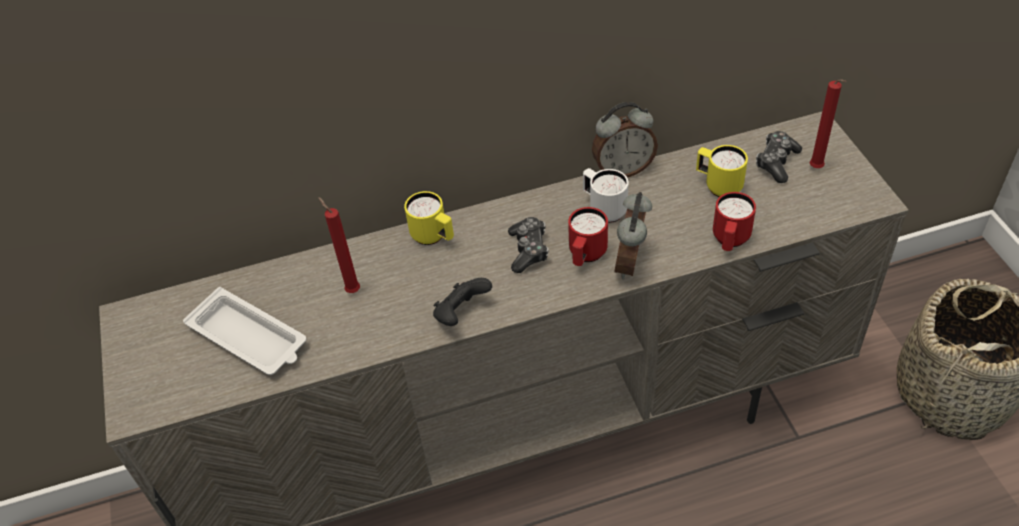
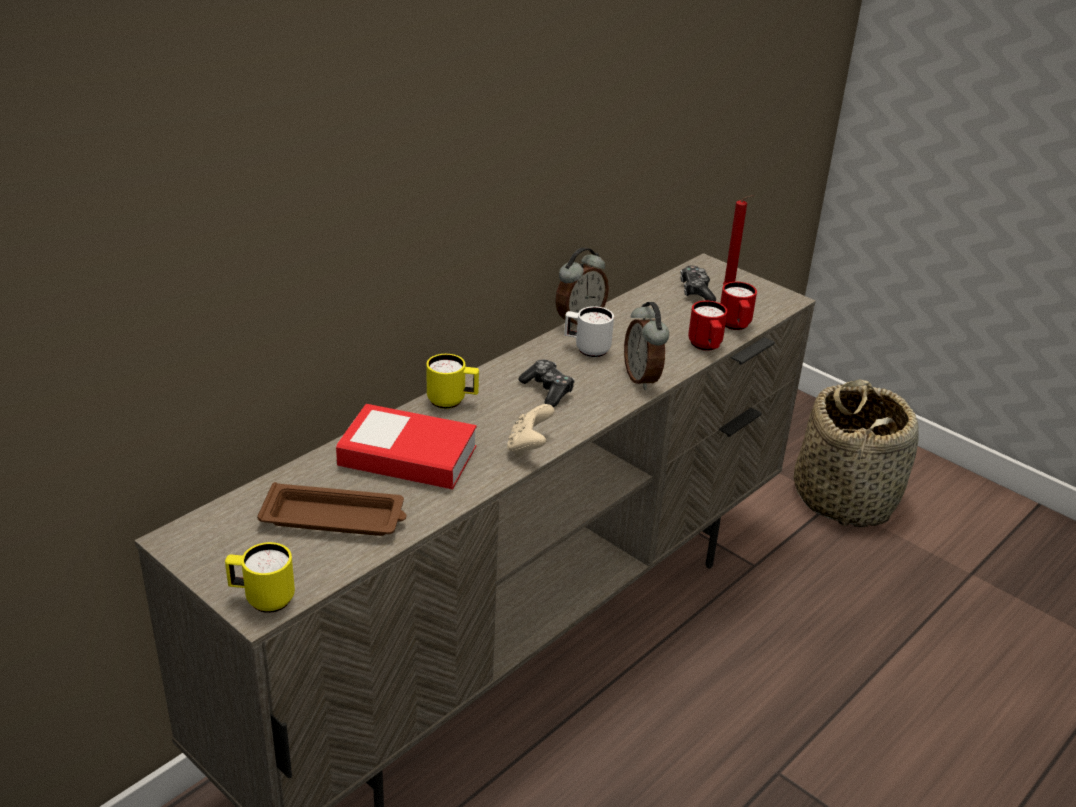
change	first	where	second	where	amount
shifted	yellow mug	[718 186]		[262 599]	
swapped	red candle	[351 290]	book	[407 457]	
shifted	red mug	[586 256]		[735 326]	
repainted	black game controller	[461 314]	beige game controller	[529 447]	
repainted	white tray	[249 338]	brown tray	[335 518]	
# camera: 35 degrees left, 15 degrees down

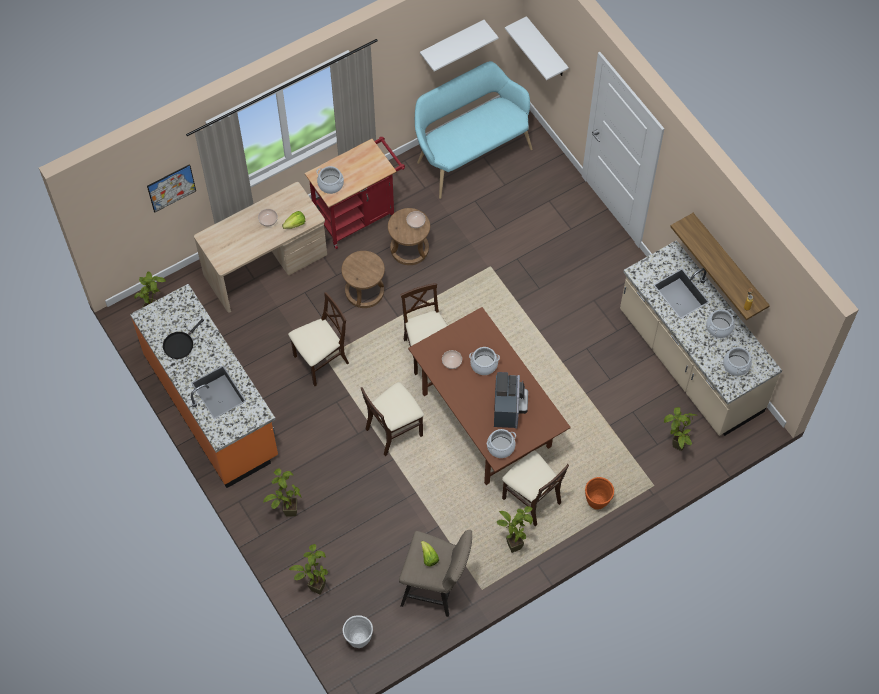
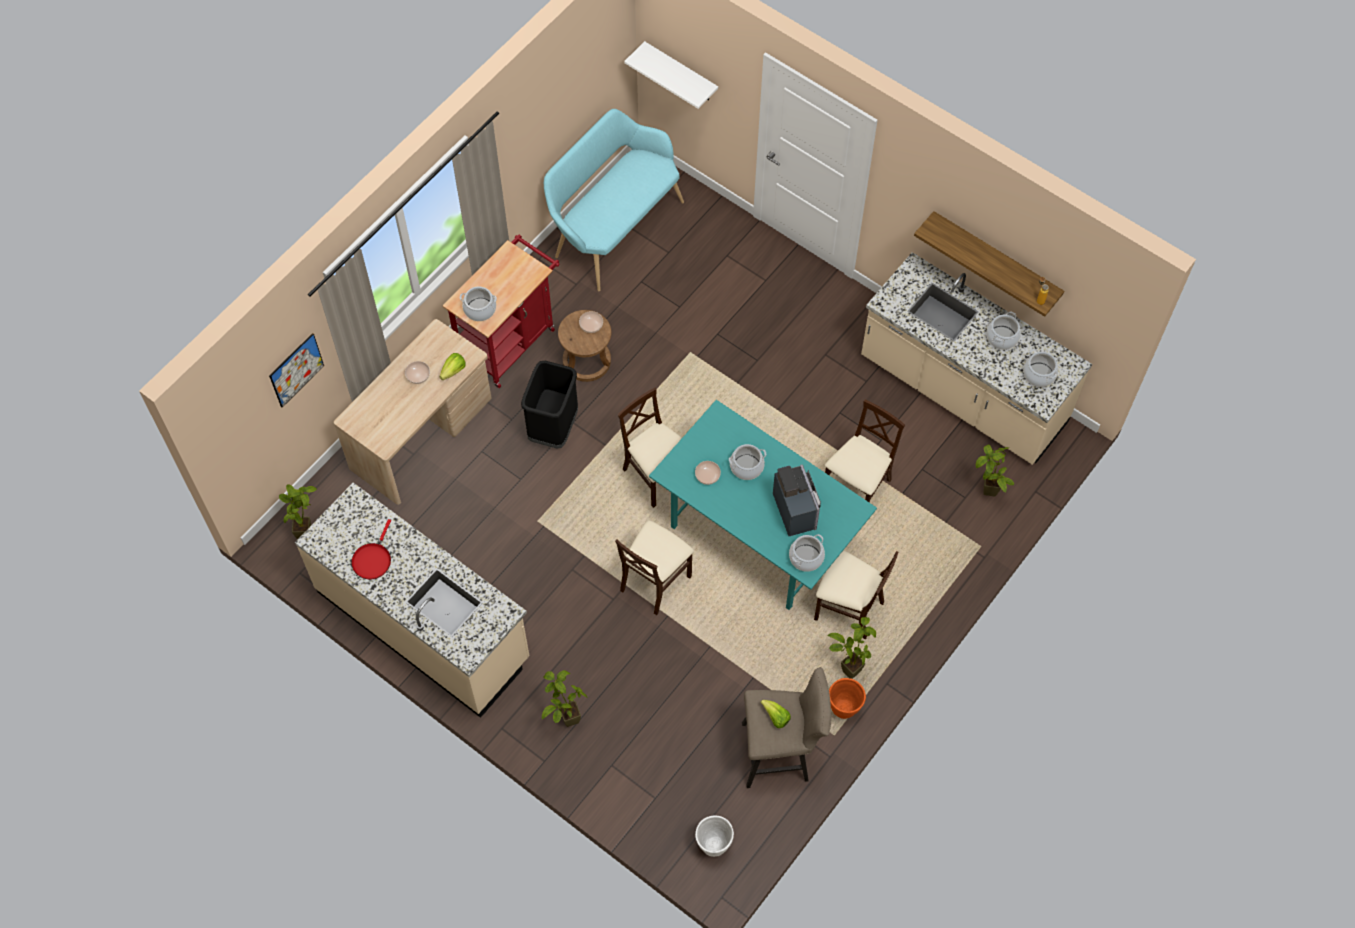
change	first	where	second	where	amount
gone	white shelf	[452 42]			
swapped	brown stool	[364 291]	black trash can	[553 427]	
repainted	orange counter	[212 407]	beige counter	[424 624]	
shifted	beige chair	[321 361]		[857 488]	
repainted	brown dining table	[487 420]	turquoise dining table	[760 533]	
repainted	black frying pan	[180 344]	red frying pan	[372 560]	
shifted	orange planter	[597 502]		[844 709]	
gone	potted plant	[314 585]			
# camera: 20 degrees left, 0 degrees up

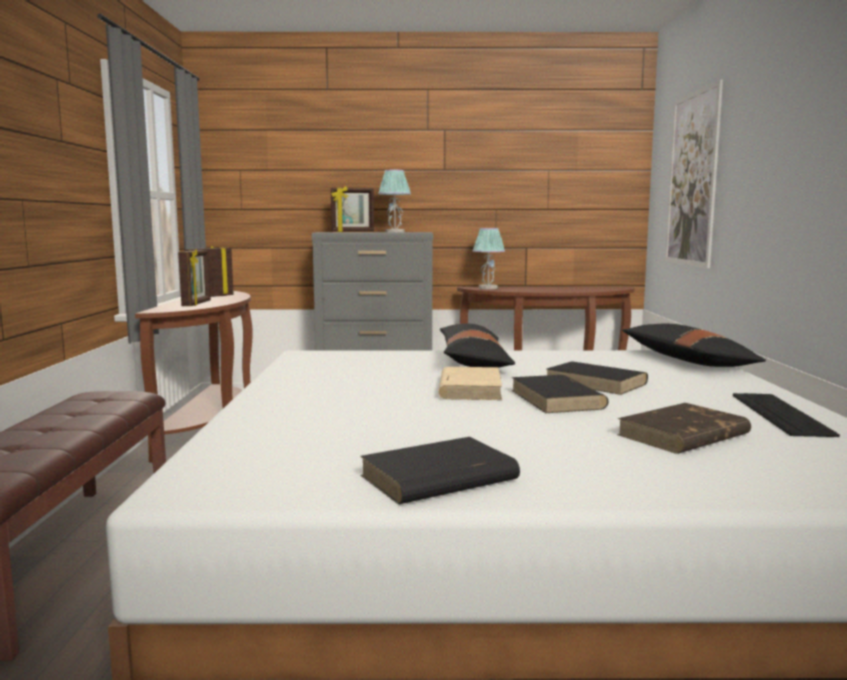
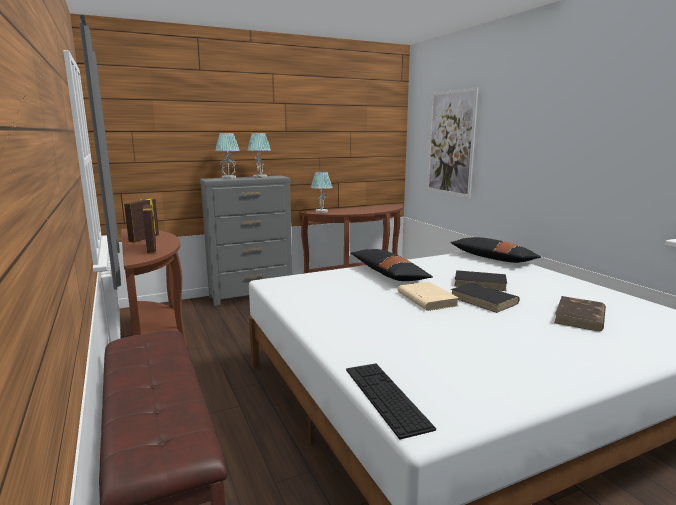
change	first	where	second	where	amount
swapped	picture frame	[352 232]	table lamp	[229 178]	
shifted	keyboard	[780 414]		[386 397]	
gone	black book	[437 478]			
# camera: 25 degrees left, 5 degrees up

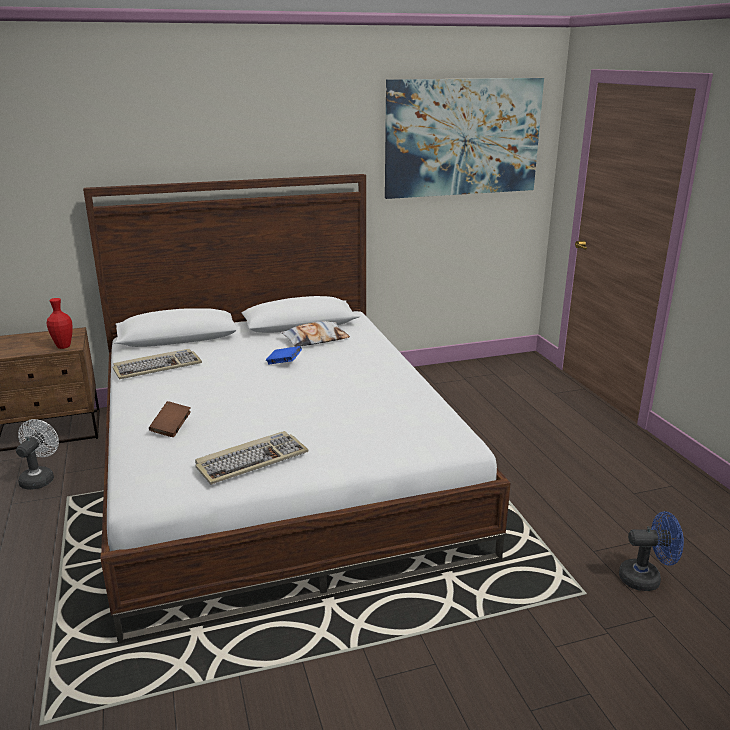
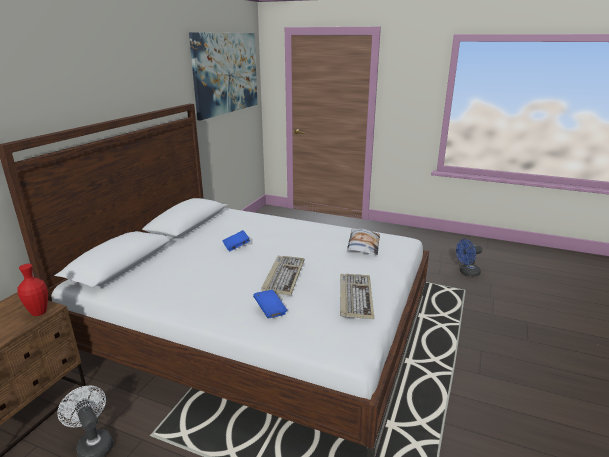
change	first	where	second	where	amount
shifted	pillow	[315 339]		[363 245]	
shifted	keyboard	[157 367]		[283 276]	
repainted	brown book	[171 428]	blue book	[270 311]	
rotated	blue fan	[646 578]		[467 273]	150 degrees counterclockwise
# camera: 50 degrees left, 0 degrees up

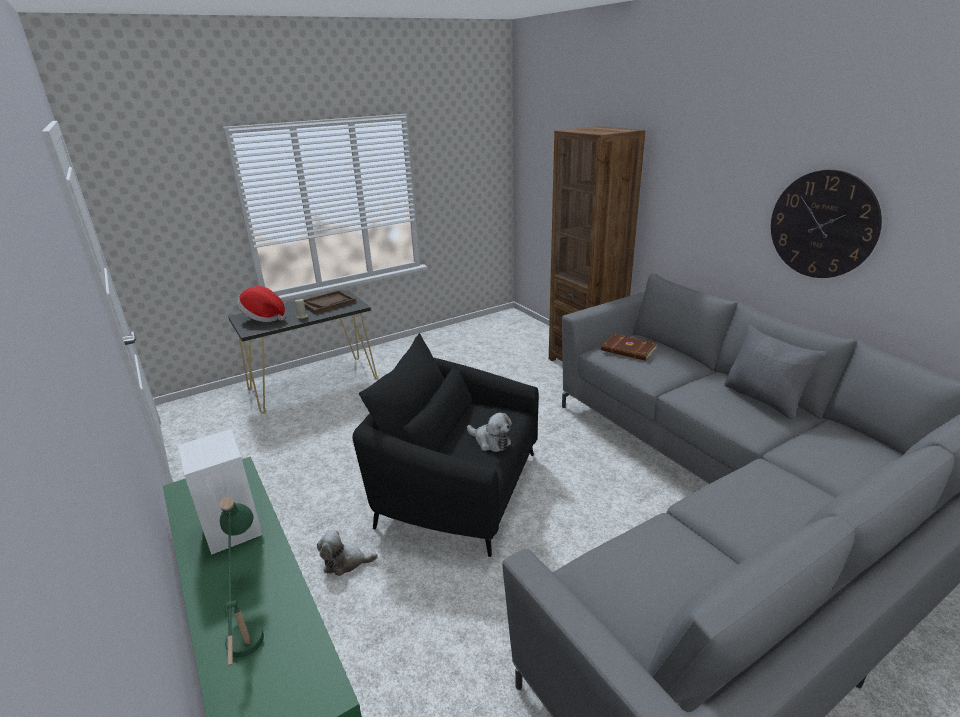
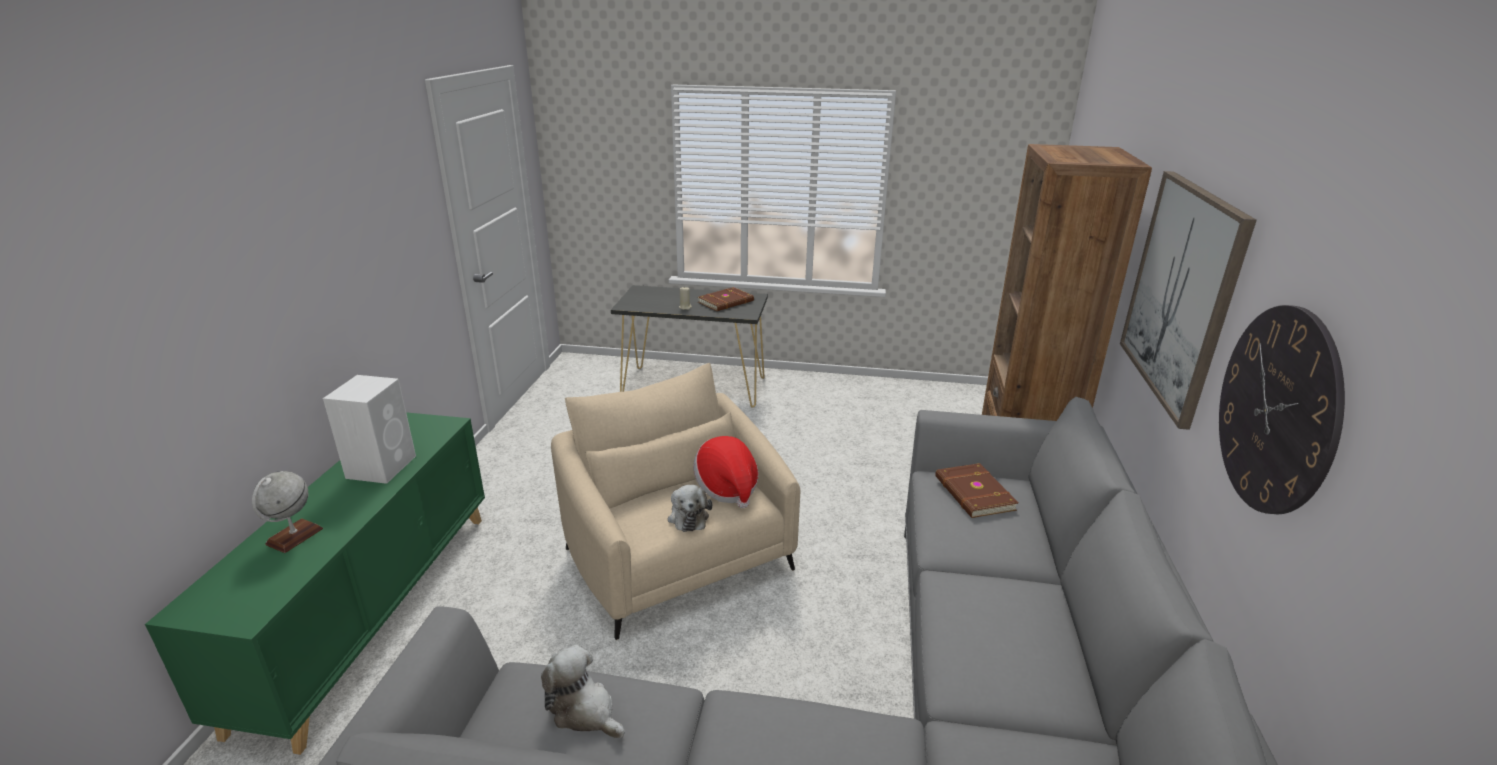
change	first	where	second	where	amount
shifted	hat	[264 317]		[727 488]	
swapped	brown tray	[328 303]	brown book	[726 302]	
gone	grey pillow	[764 399]			
repainted	black armchair	[457 487]	beige armchair	[678 557]	
swapped	green table lamp	[247 619]	globe	[294 536]	
shifted	plush toy	[345 562]		[584 711]	
new			picture	[1181 293]	
# camera: 40 degrees right, 0 degrees up

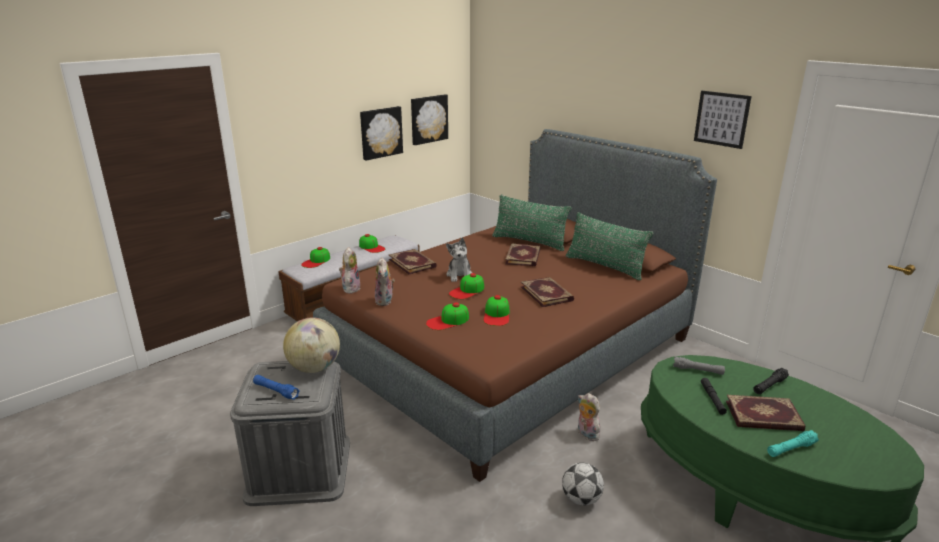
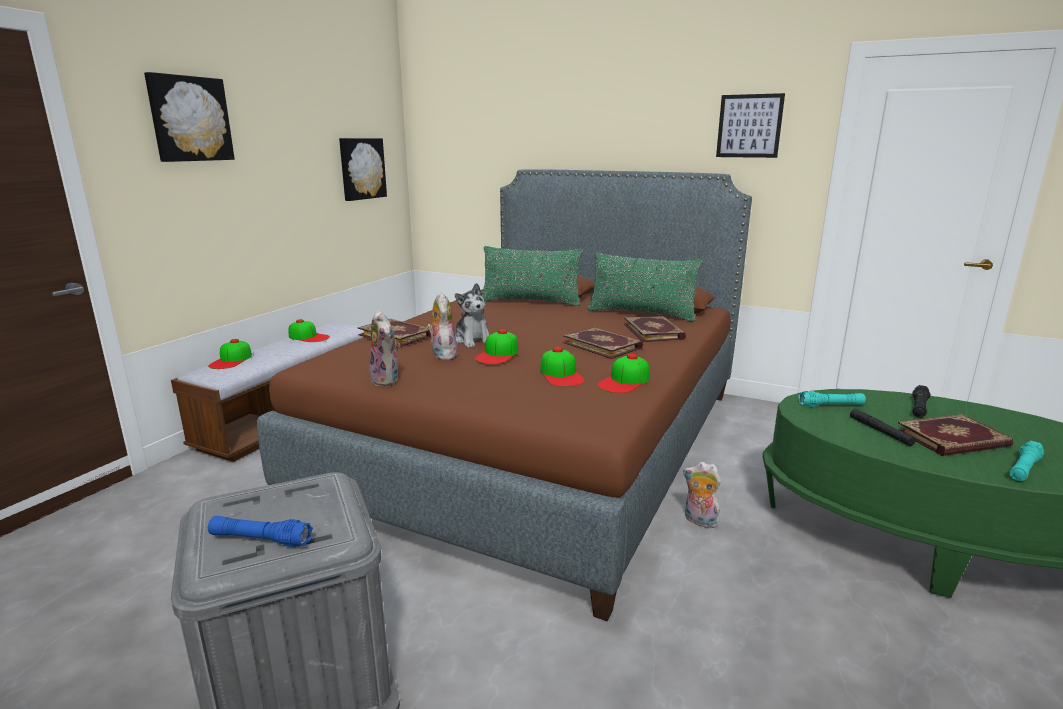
change	first	where	second	where	amount
shifted	picture	[380 132]		[189 119]	
shifted	book	[523 257]		[654 331]	
shifted	plush toy	[350 288]		[442 354]	
shifted	cap	[448 321]		[624 381]	
gone	globe	[314 368]			
repainted	grey flashlight	[698 370]	turquoise flashlight	[831 405]	
gone	football	[581 499]			
# camera: 20 degrees left, 5 degrees down

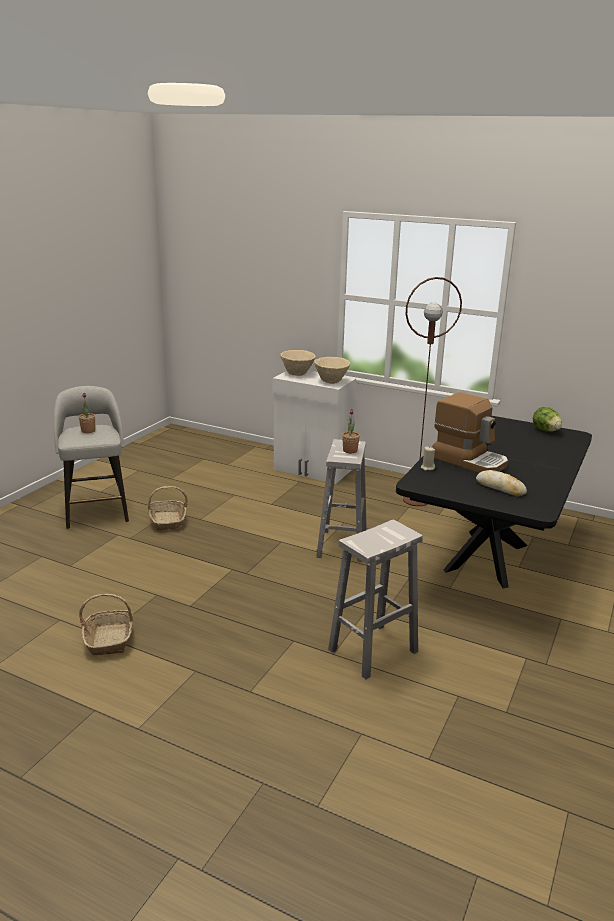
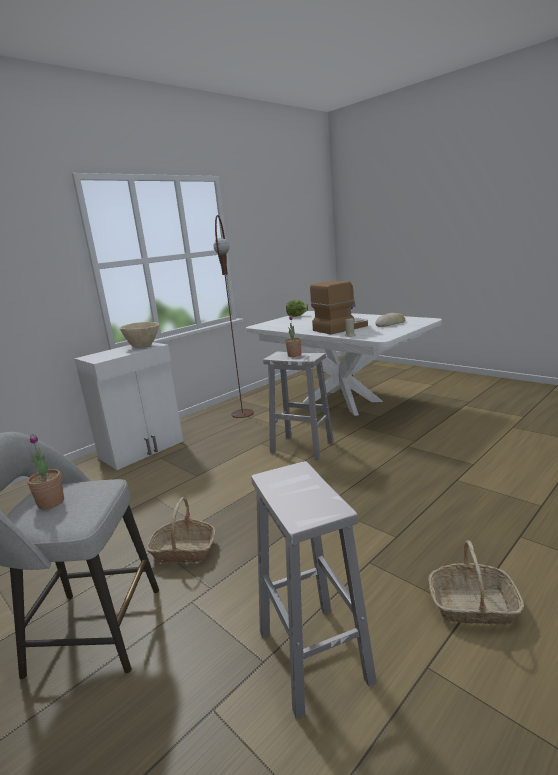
change	first	where	second	where	amount
gone	beige bowl	[297 374]			
repainted	black dining table	[488 557]	white dining table	[341 401]	
shifted	white stool	[372 651]		[315 657]	
# camera: 70 degrees left, 5 degrees down

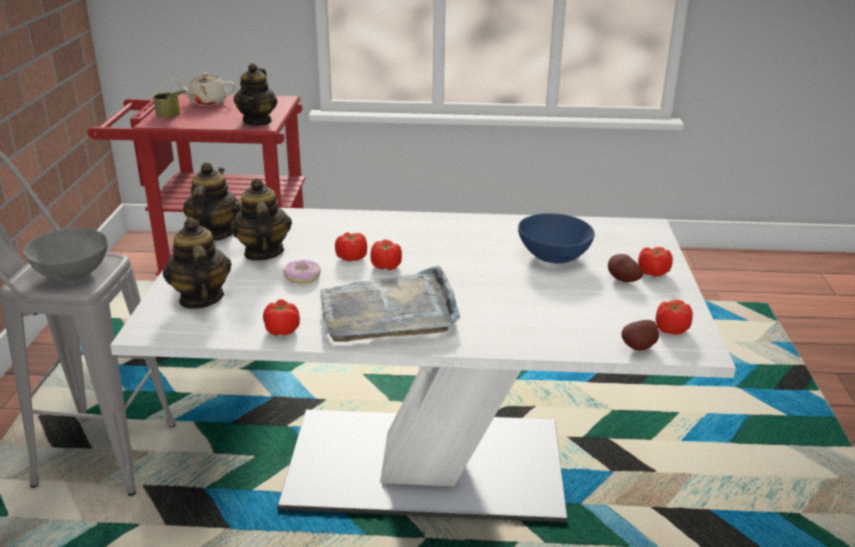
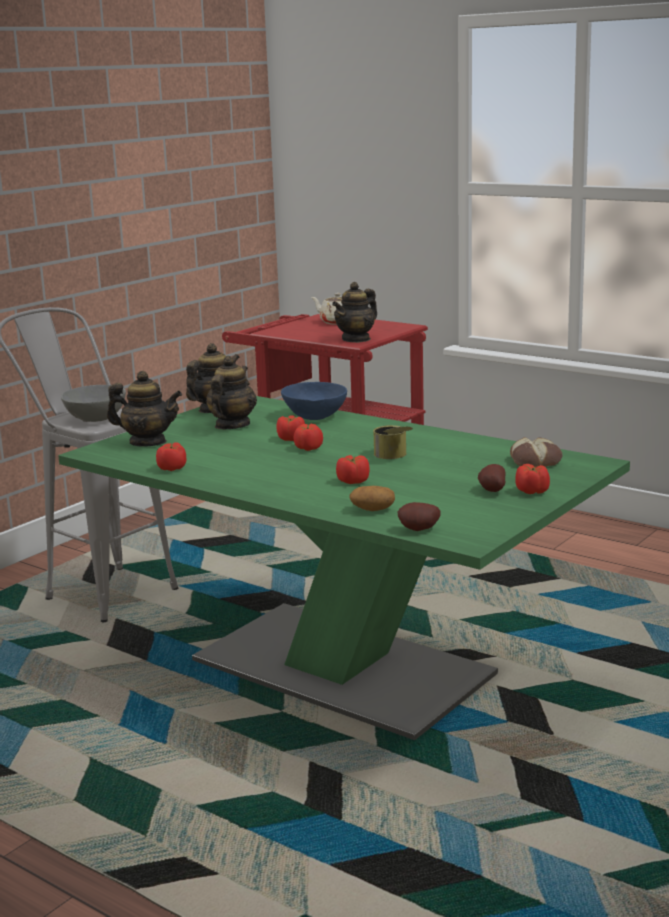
change	first	where	second	where	amount
shifted	can	[172 115]		[393 457]	
repainted	white dining table	[425 465]	green dining table	[342 668]	
shifted	blue bowl	[554 256]		[315 416]	
rotated	teapot	[200 298]		[148 442]	90 degrees clockwise
gone	donut	[302 277]			
gone	grey tray	[389 311]			
shifted	tomato	[671 329]		[353 481]	
new			bread	[536 461]	
new			potato	[372 509]	
# camera: 35 degrees right, 10 degrees down

